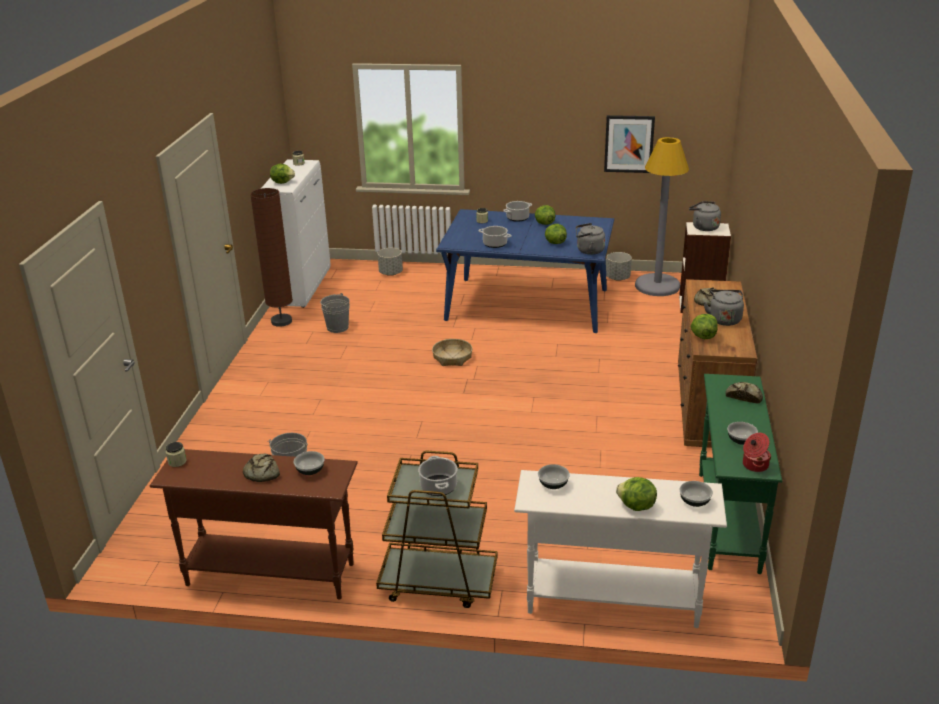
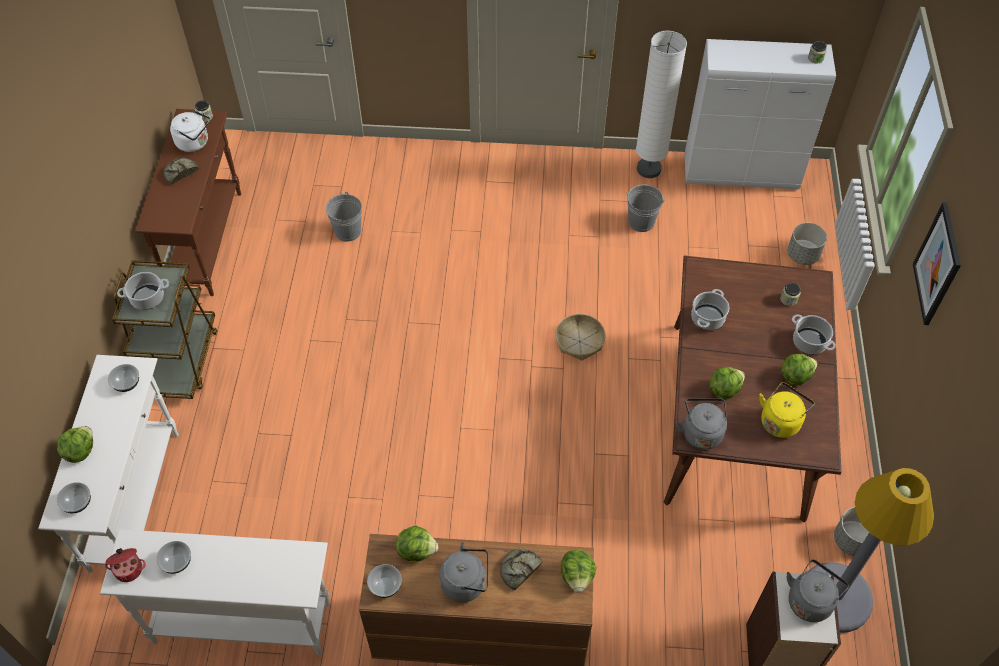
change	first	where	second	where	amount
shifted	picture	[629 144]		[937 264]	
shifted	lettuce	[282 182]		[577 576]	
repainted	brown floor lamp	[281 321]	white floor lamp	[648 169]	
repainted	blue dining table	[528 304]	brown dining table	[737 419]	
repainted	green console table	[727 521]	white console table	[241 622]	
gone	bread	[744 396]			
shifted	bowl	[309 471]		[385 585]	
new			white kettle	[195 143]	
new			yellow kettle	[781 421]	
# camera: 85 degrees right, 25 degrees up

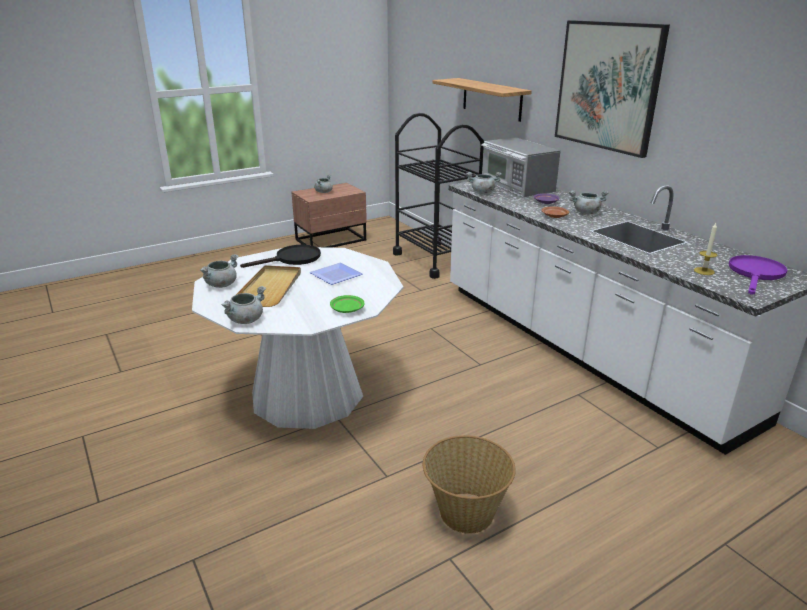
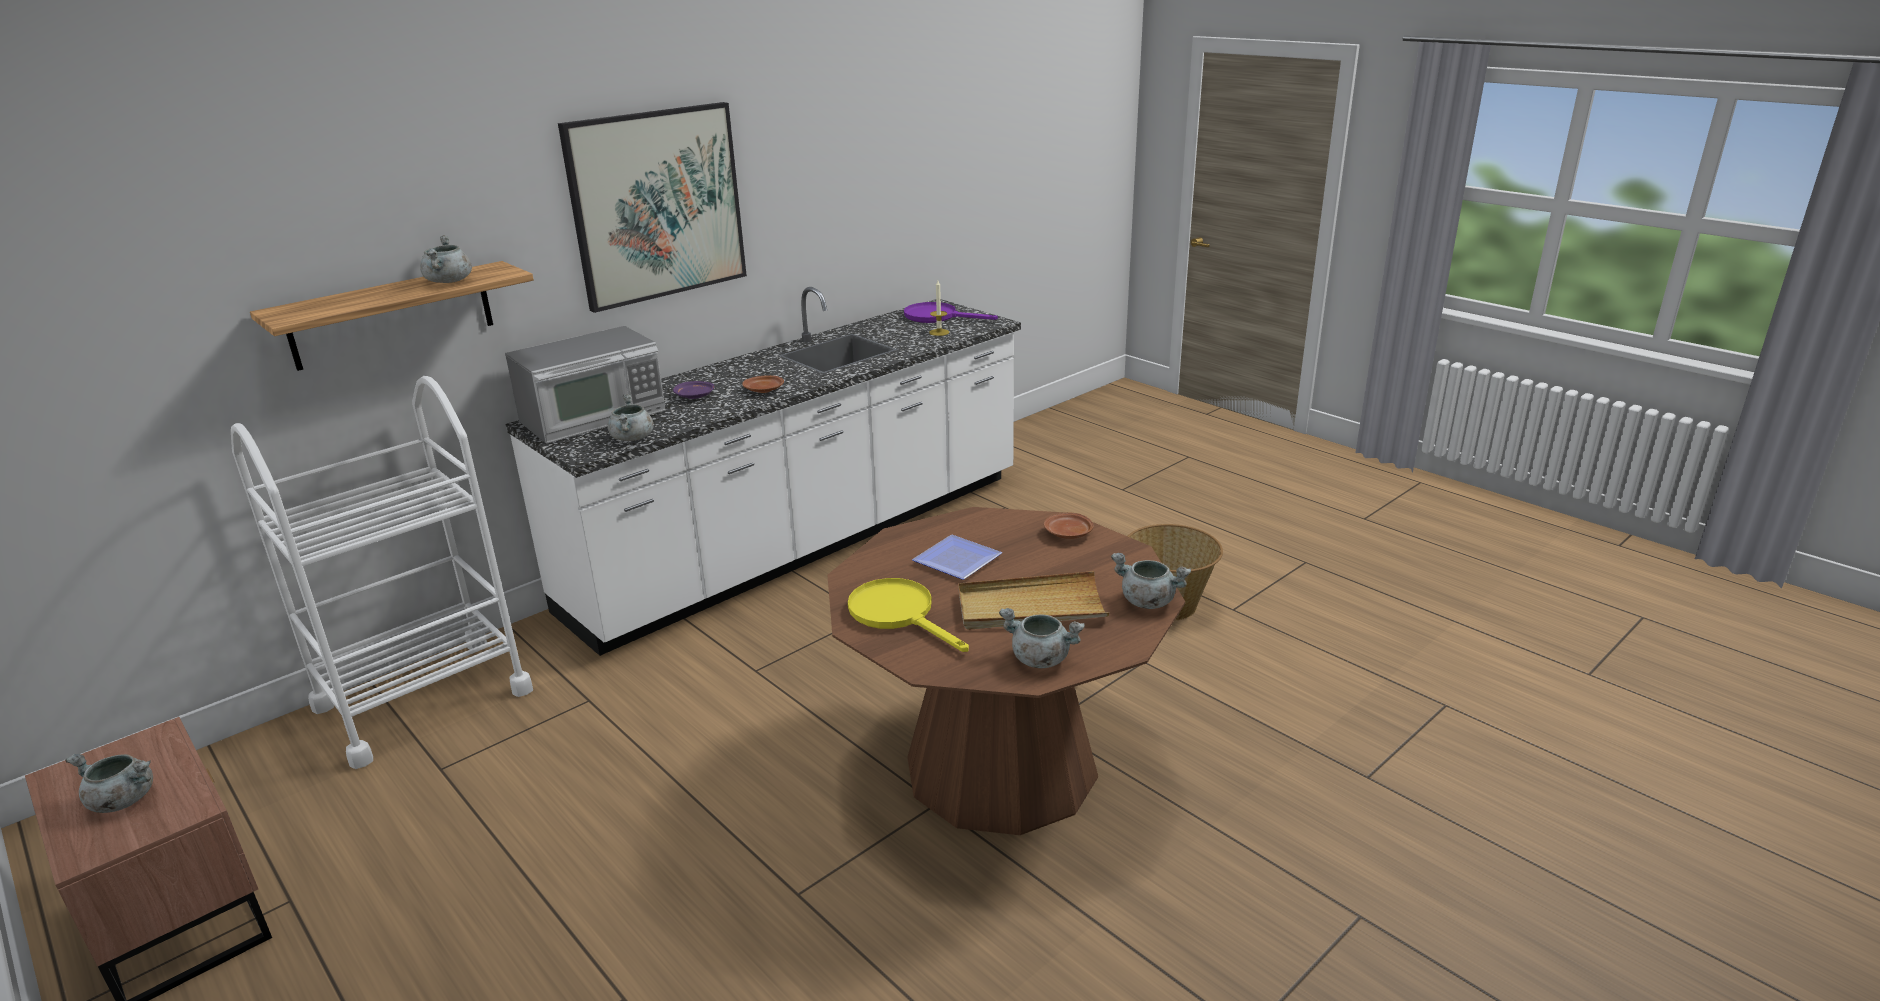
change	first	where	second	where	amount
repainted	black cart	[435 260]	white cart	[423 699]	
shifted	grey cooking pot	[586 212]		[449 281]	
repainted	black frying pan	[292 259]	yellow frying pan	[899 614]	
repainted	white dining table	[307 394]	brown dining table	[1001 767]	
repainted	green plate	[347 309]	brown plate	[1068 534]	
# camera: 100 degrees left, 0 degrees up

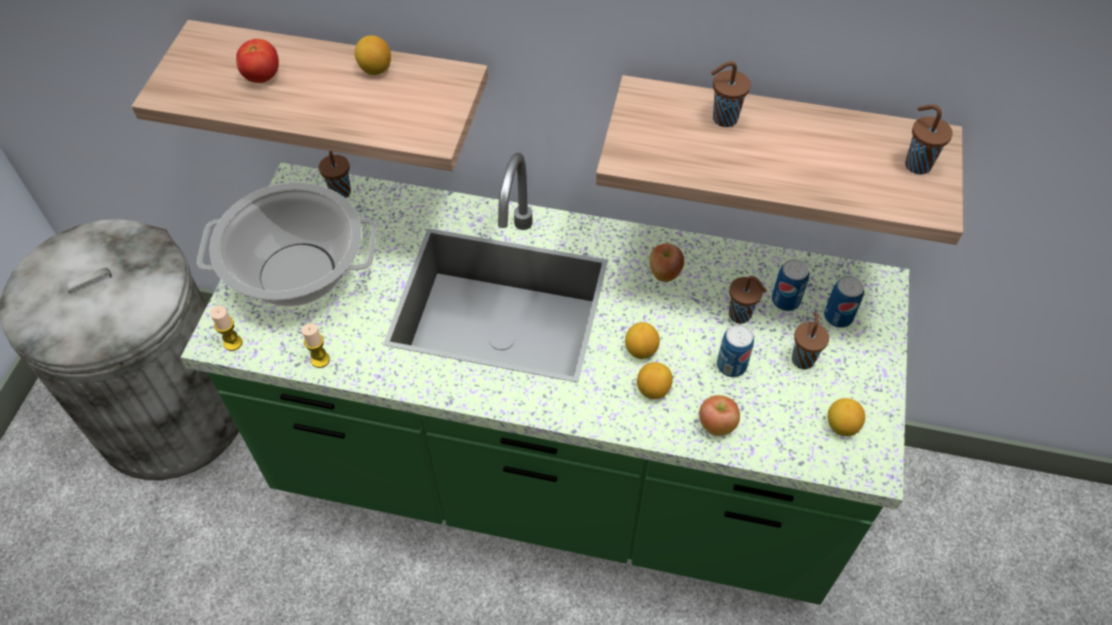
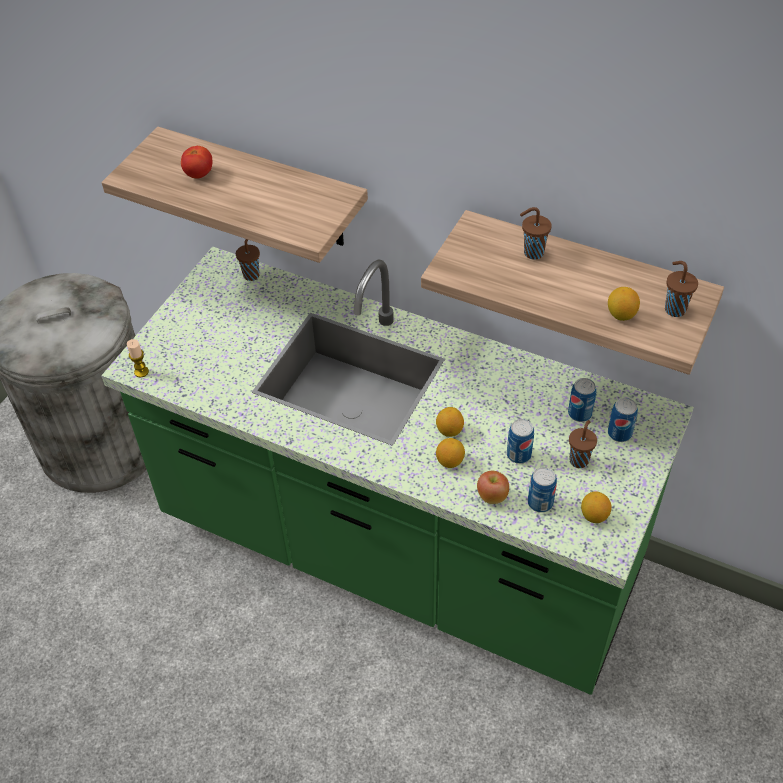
change	first	where	second	where	amount
shifted	lemon	[375 69]		[621 315]	
gone	cooking pot	[299 274]			
gone	apple	[664 273]			
gone	brown cup	[741 315]			
gone	candle	[320 360]			
new			can	[540 503]	
# camera: 15 degrees right, 5 degrees down

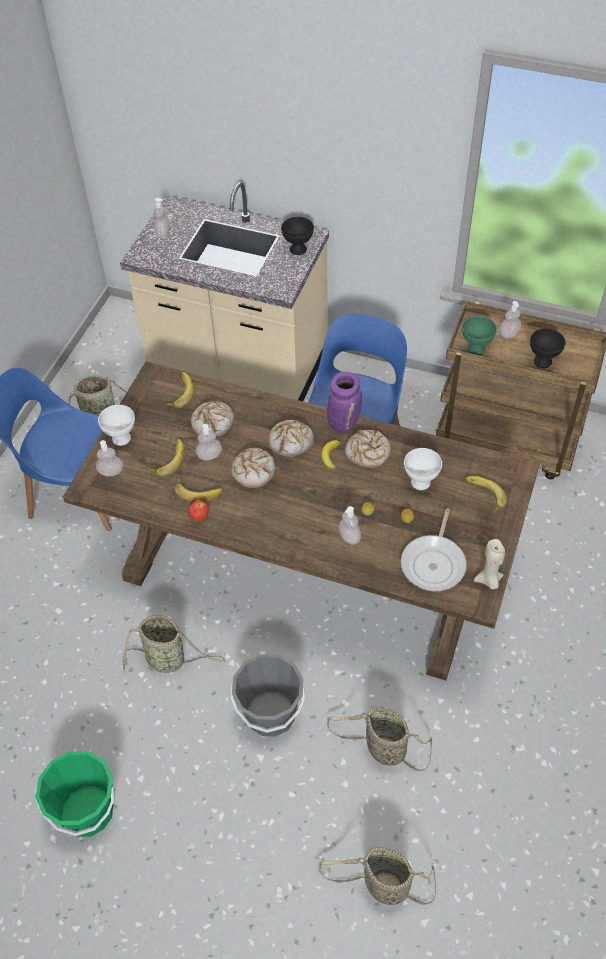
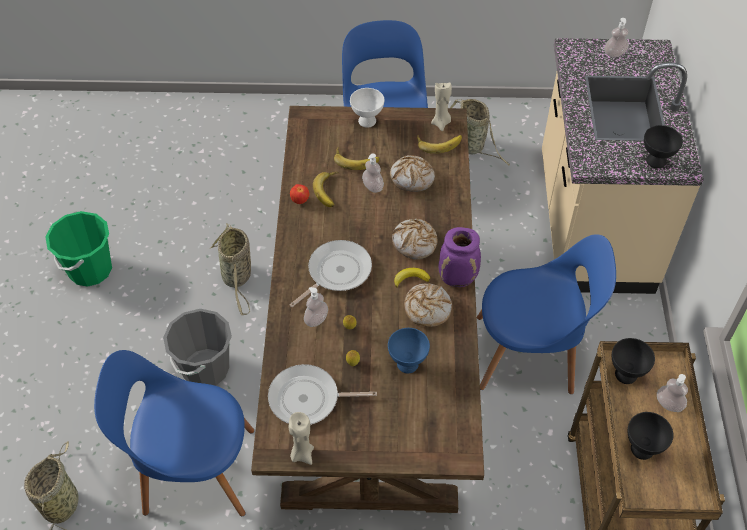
change	first	where	second	where	amount
repainted	green bowl	[476 349]	black bowl	[626 375]	
gone	soap dispenser	[111 472]			
gone	bread	[253 471]			
repainted	white bowl	[420 482]	blue bowl	[408 363]	
gone	banana	[483 496]			
swapped	basket	[382 748]	blue chair	[193 469]	
new			beige candle	[441 123]	
new			frying pan	[336 272]	
# camera: 70 degrees right, 0 degrees up

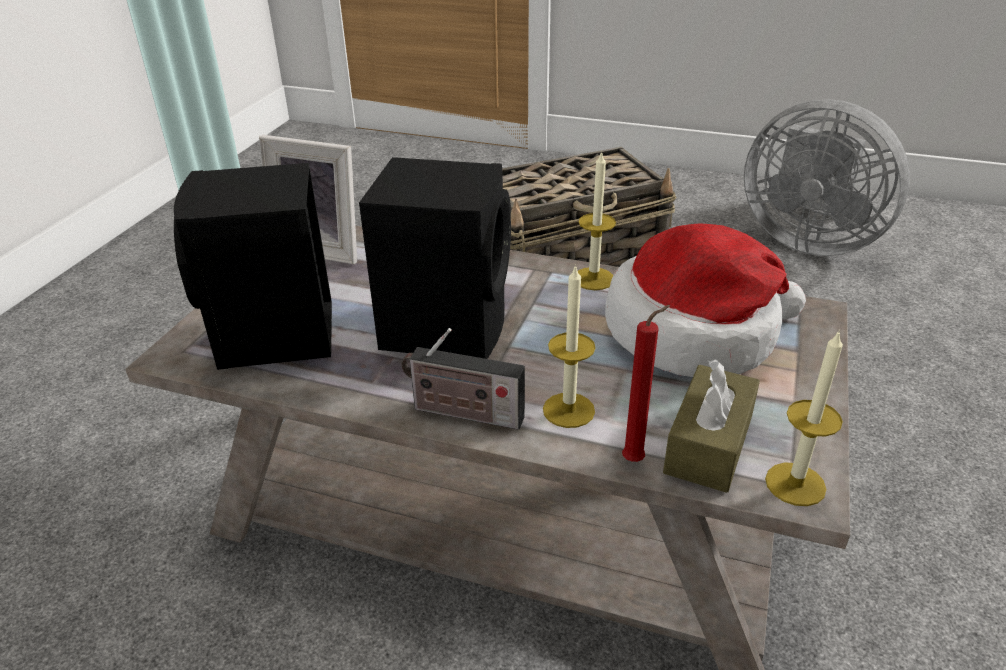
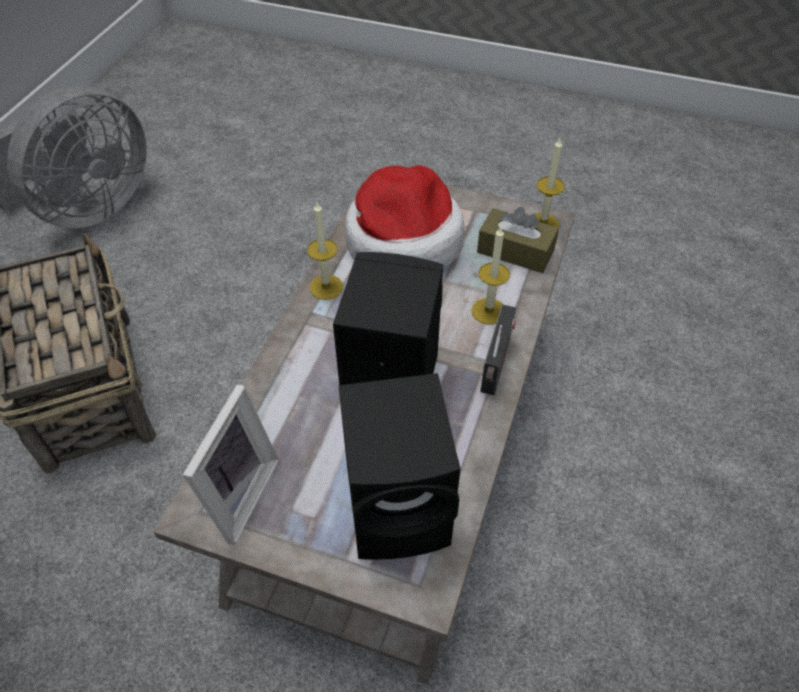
change	first	where	second	where	amount
gone	red candle	[636 460]			
# camera: 90 degrees left, 15 degrees up

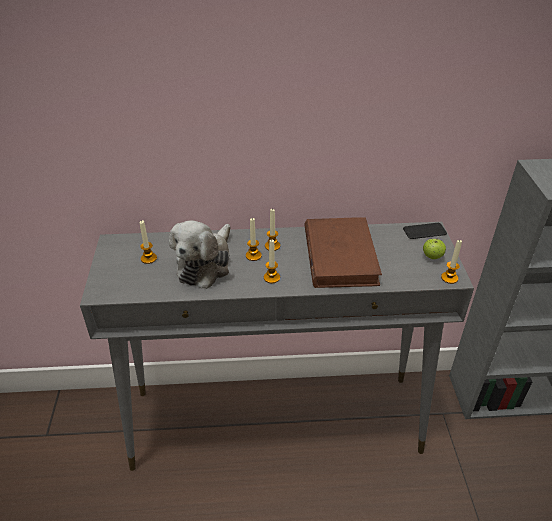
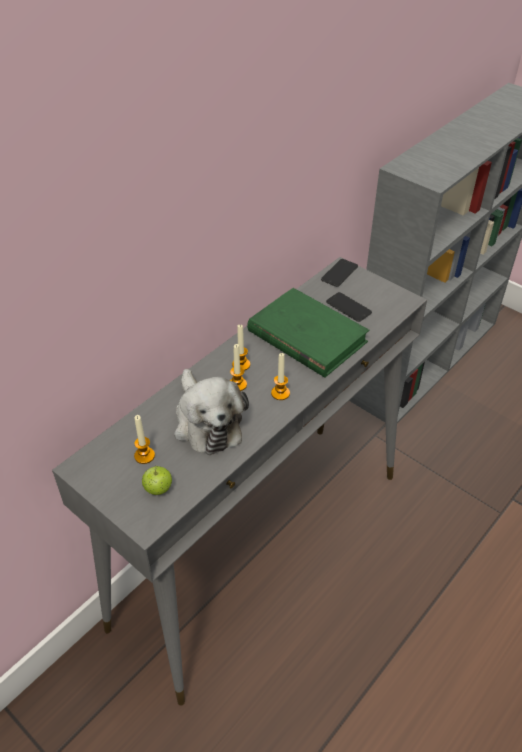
change	first	where	second	where	amount
repainted	brown book	[340 256]	green book	[306 336]	
shifted	apple	[432 257]		[158 489]	
gone	candle	[449 278]			
new			phone	[348 307]	
# camera: 45 degrees left, 5 degrees up

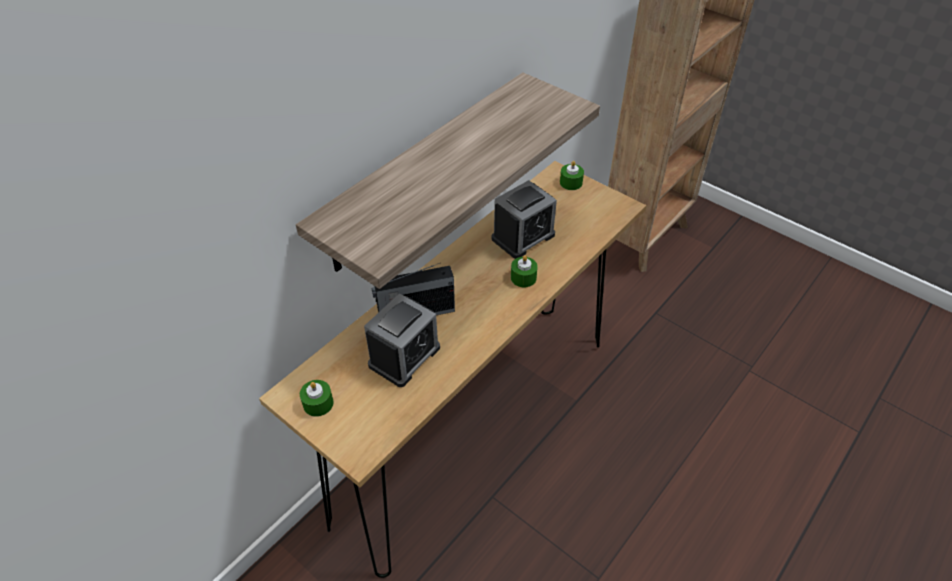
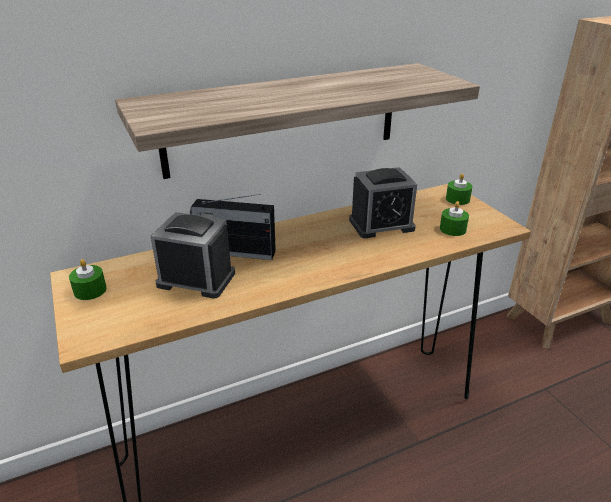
change	first	where	second	where	amount
shifted	green candle	[523 277]		[452 229]	
rotated	alarm clock	[404 356]		[196 279]	135 degrees counterclockwise
# camera: 25 degrees right, 15 degrees down

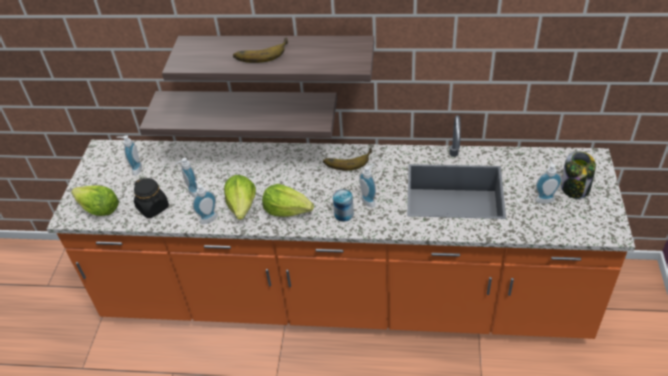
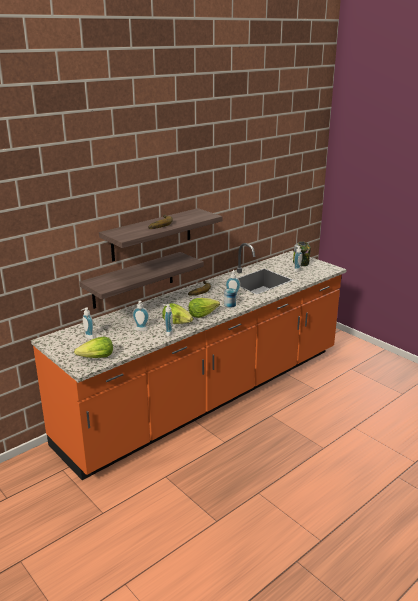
change	first	where	second	where	amount
gone	black jar	[153 208]			
# camera: 50 degrees left, 20 degrees down

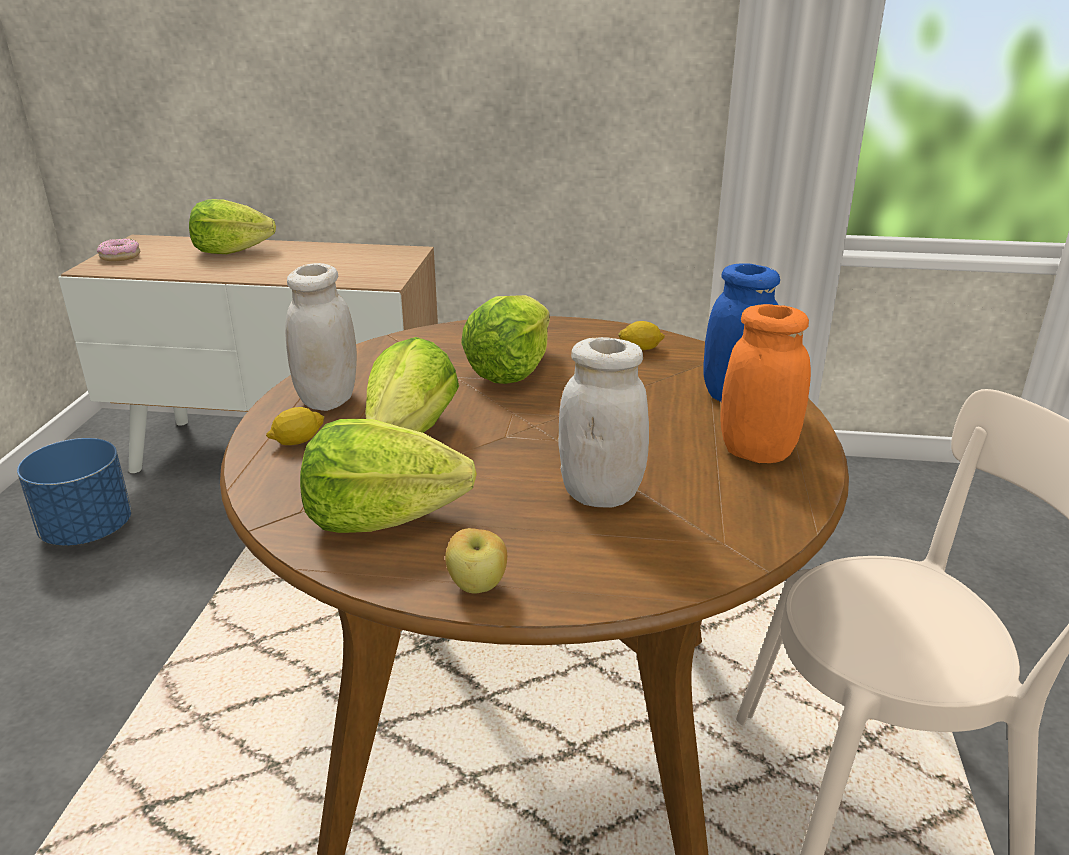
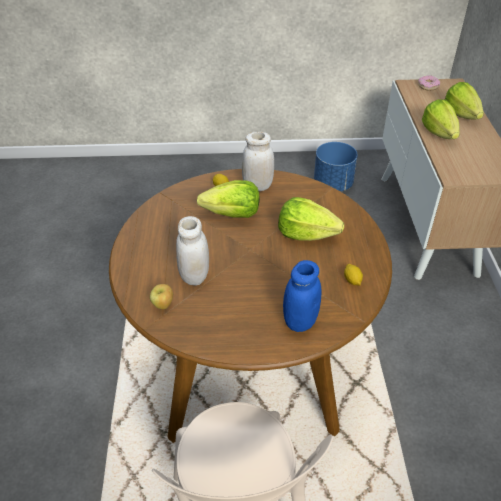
change	first	where	second	where	amount
gone	orange jar	[756 452]			
shifted	lettuce	[382 517]		[439 133]	
shifted	apple	[477 586]		[163 305]	
# camera: 80 degrees right, 15 degrees up

